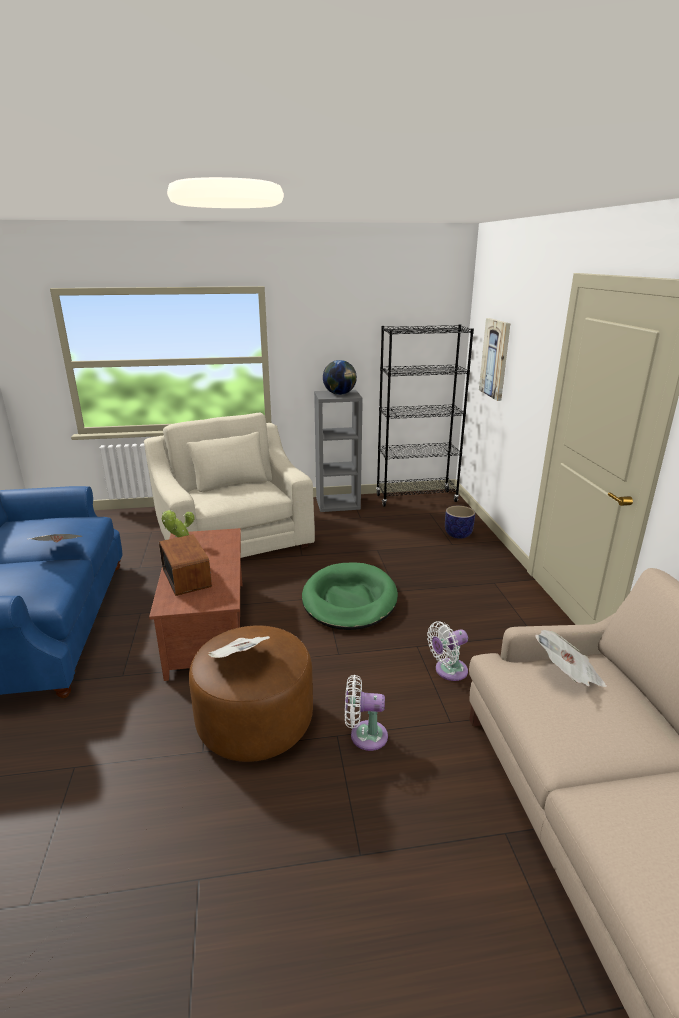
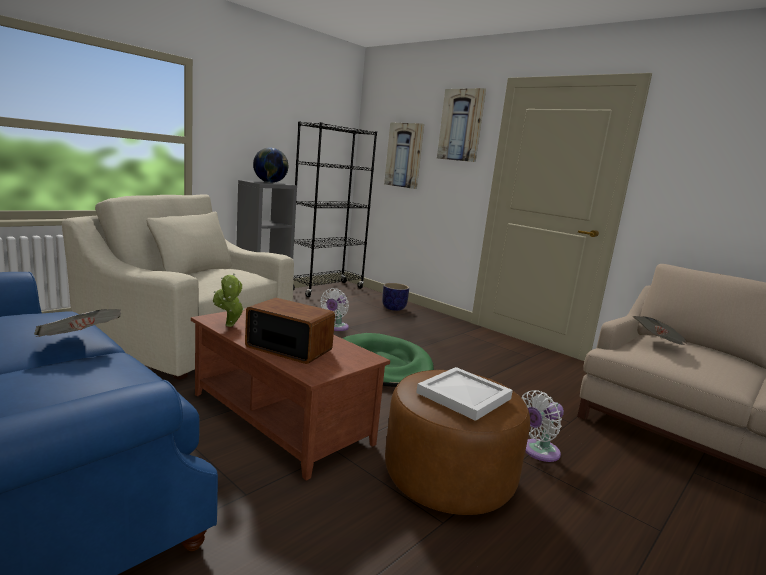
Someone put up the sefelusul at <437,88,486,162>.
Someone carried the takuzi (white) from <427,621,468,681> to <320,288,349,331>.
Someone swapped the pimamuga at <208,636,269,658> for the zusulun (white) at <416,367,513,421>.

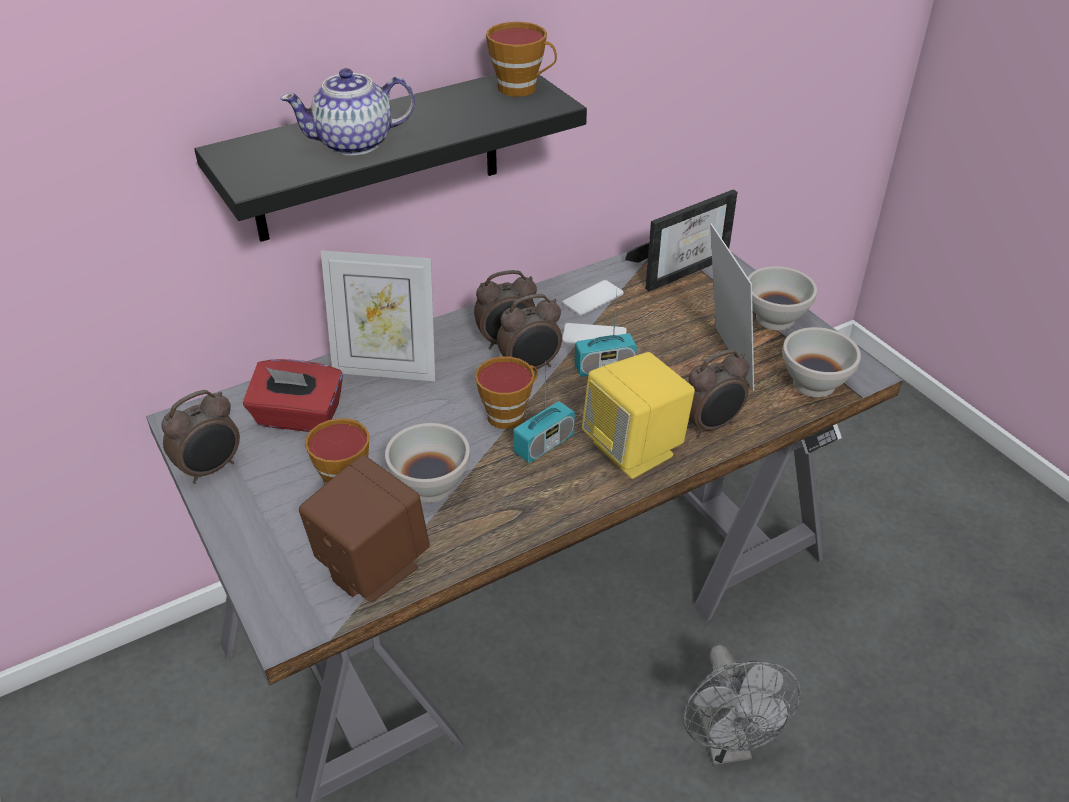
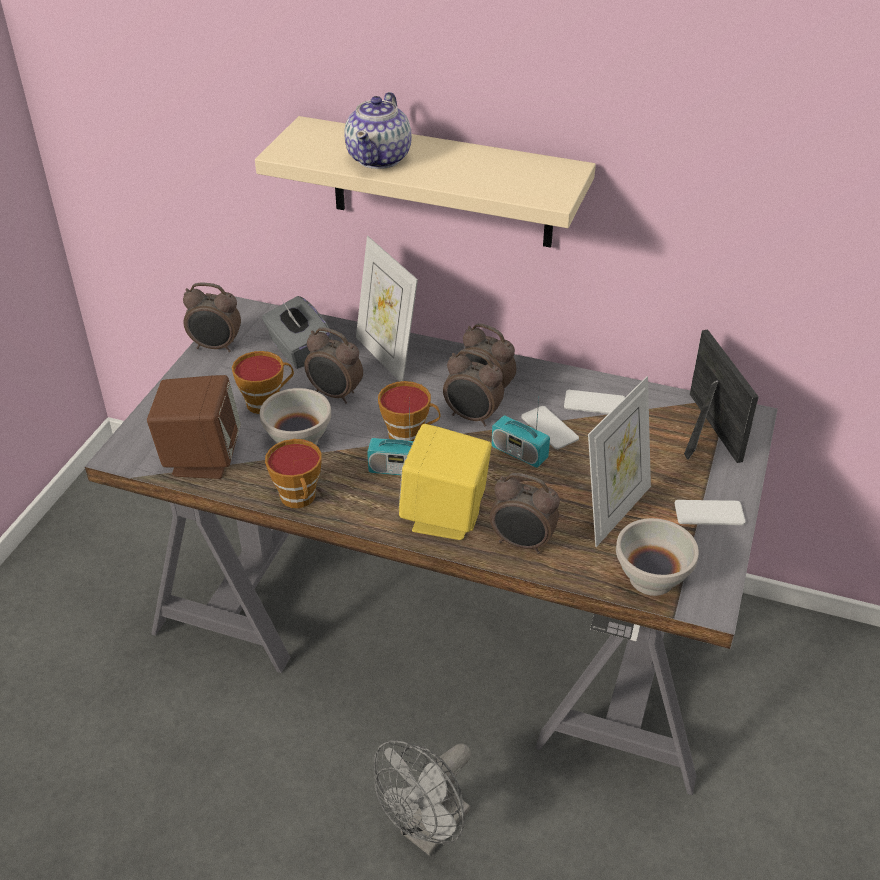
Someone put down the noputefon at <304,327,363,404>.
Someone carried the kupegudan from <486,22,557,97> to <265,439,322,508>.
Someone swapped the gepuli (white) at <748,266,817,330> for the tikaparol at <674,500,746,525>.
Someone repainted the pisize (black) at <194,74,587,242>, which became the pisize (beige) at <255,116,596,248>.
Someone repainted the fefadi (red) at <243,359,343,432>, which became the fefadi (grey) at <262,296,331,369>.
Someone rotated the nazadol at <280,68,415,156> by 105 degrees counterclockwise.
Someone rotated the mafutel at <625,189,738,292> by 120 degrees counterclockwise.

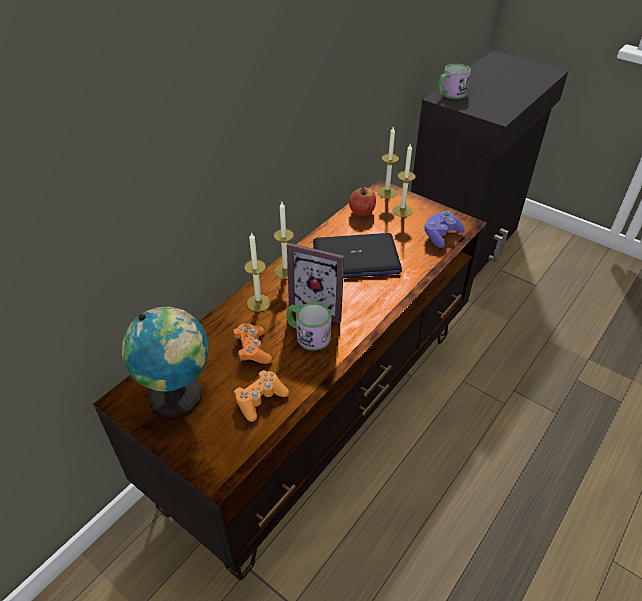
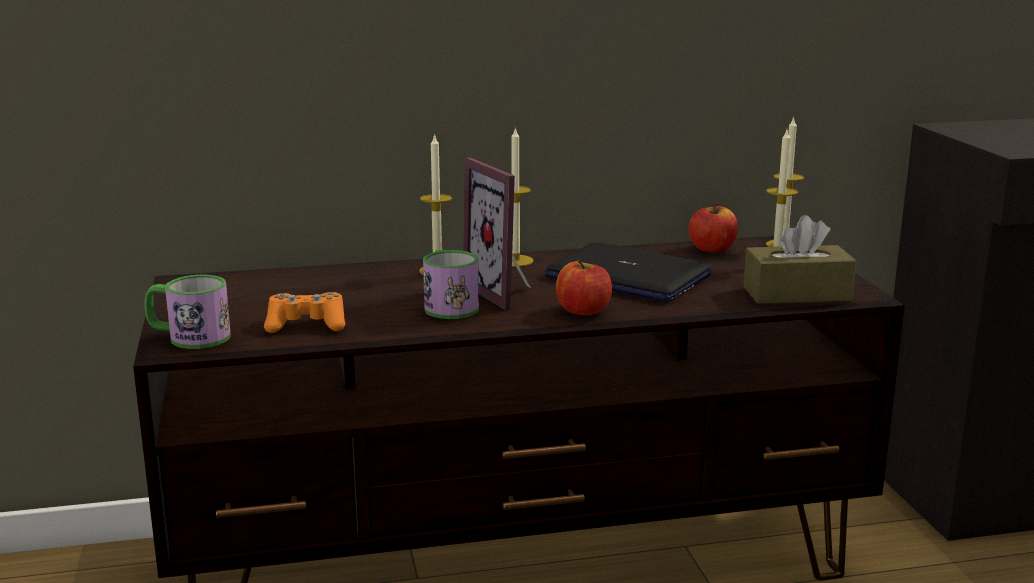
Someone took away the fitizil at <121,307,209,417>.
Someone took away the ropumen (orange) at <233,323,272,364>.
Someone put down the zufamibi at <556,260,612,315>.
Someone carried the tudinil from <437,64,471,99> to <145,275,231,349>.
Someone swapped the ropumen (purple) at <424,211,465,248> for the fefadi (brown) at <743,215,857,304>.

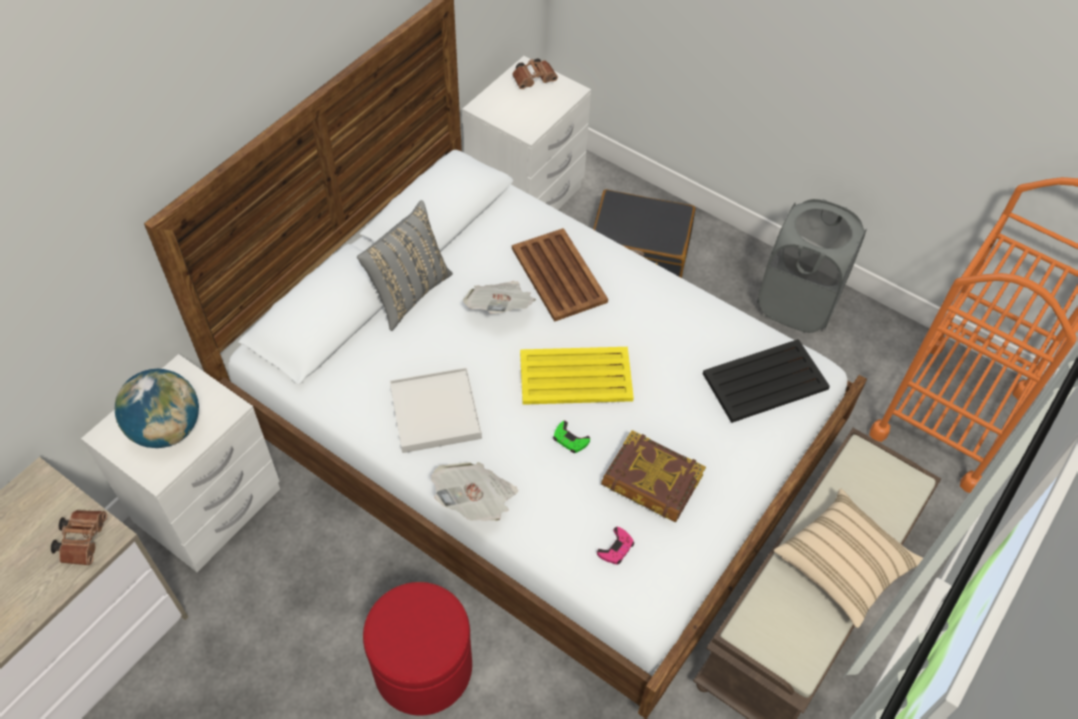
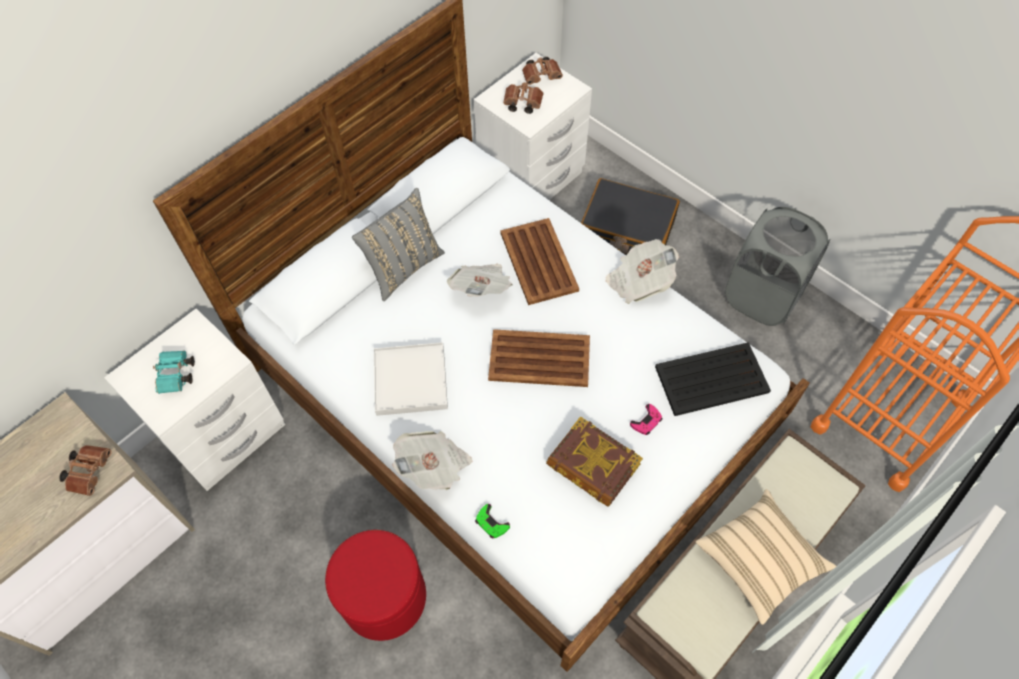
Someone put down the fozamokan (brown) at <503,82,543,114>.
Someone put down the pimamuga at <606,239,679,304>.
Someone carried the ropumen (green) from <553,421,590,453> to <475,504,510,538>.
Someone carried the ropumen (pink) from <597,527,634,564> to <630,404,662,435>.
Someone swapped the fitizil at <114,369,199,448> for the fozamokan (turquoise) at <153,351,195,394>.
Someone repainted the zusulun (yellow) at <520,347,634,405>, which became the zusulun (brown) at <488,329,590,387>.

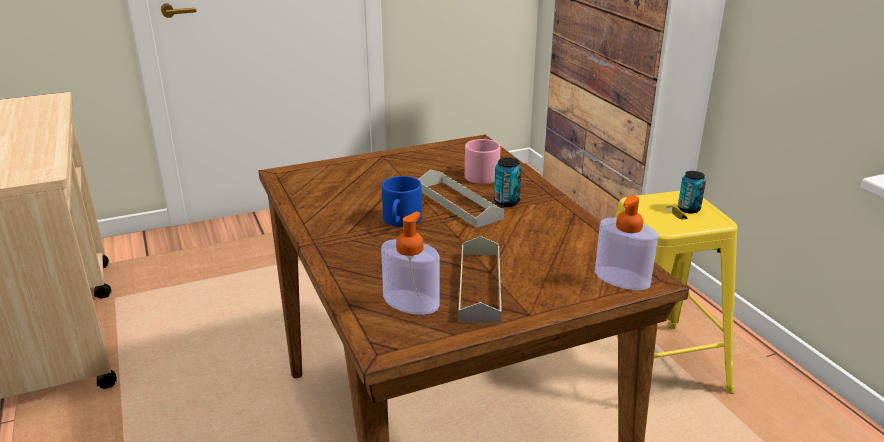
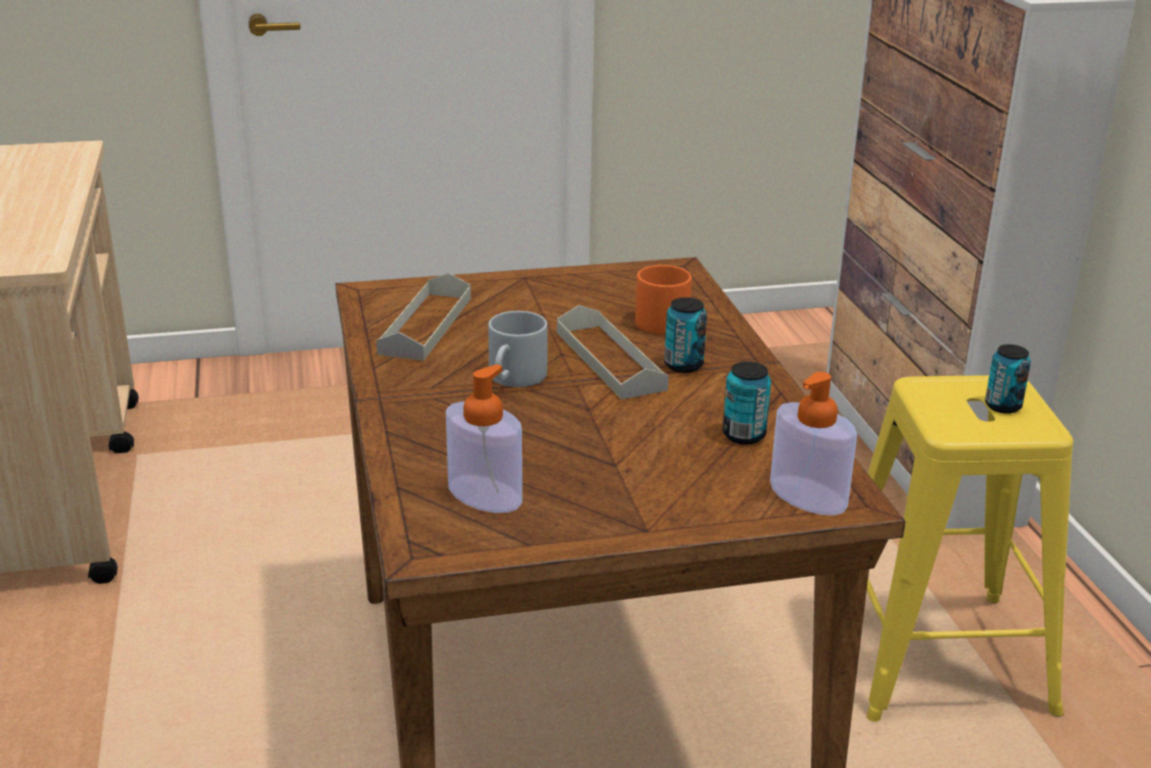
Someone put down the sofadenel at <723,361,771,444>.
Someone carried the zusulun (grey) from <458,236,502,324> to <376,273,471,361>.
Someone repainted the tudinil (blue) at <382,176,422,227>, which became the tudinil (grey) at <488,311,548,387>.
Someone repainted the tudinil (pink) at <465,139,500,184>, which became the tudinil (orange) at <635,265,692,335>.

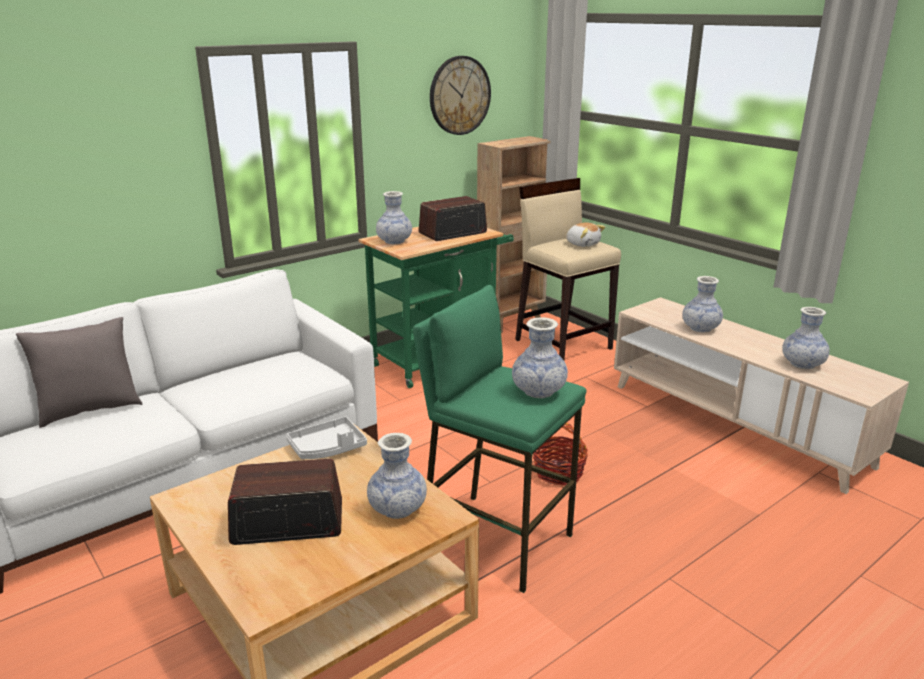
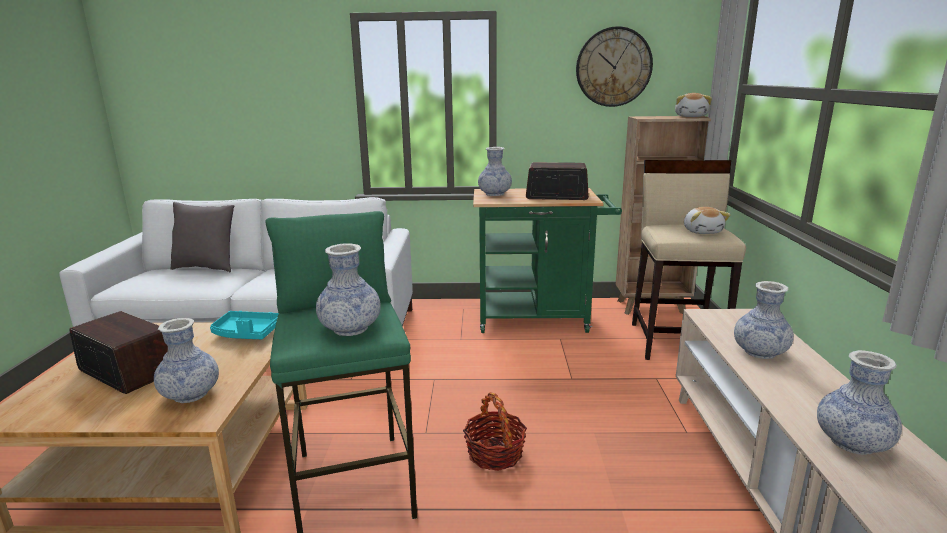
Someone put down the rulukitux at <675,93,712,117>.
Someone repainted the zusulun (grey) at <286,417,367,459>, which became the zusulun (turquoise) at <210,311,278,339>.

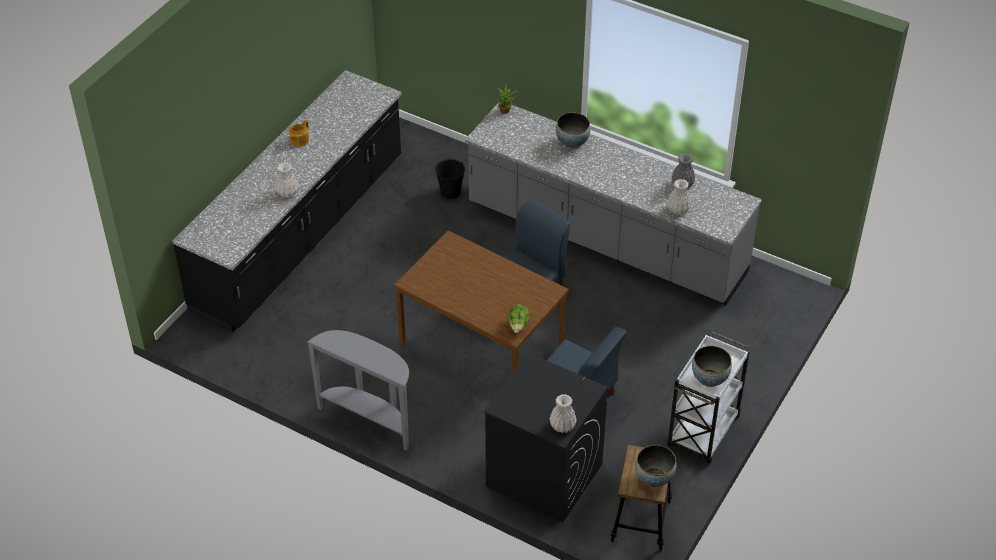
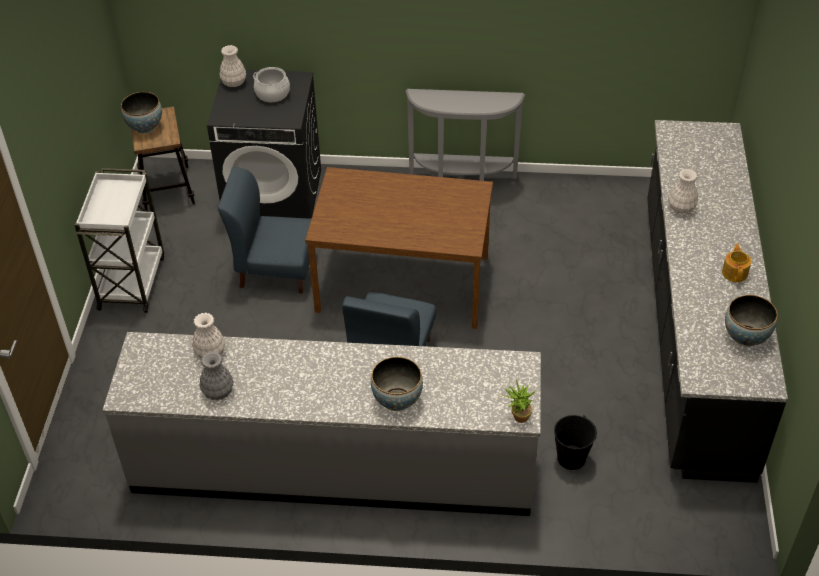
Someone took away the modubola at <508,304,529,333>.
Someone put down the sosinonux at <253,67,290,102>.
Someone carried the gepuli from <692,346,732,387> to <725,295,778,347>.

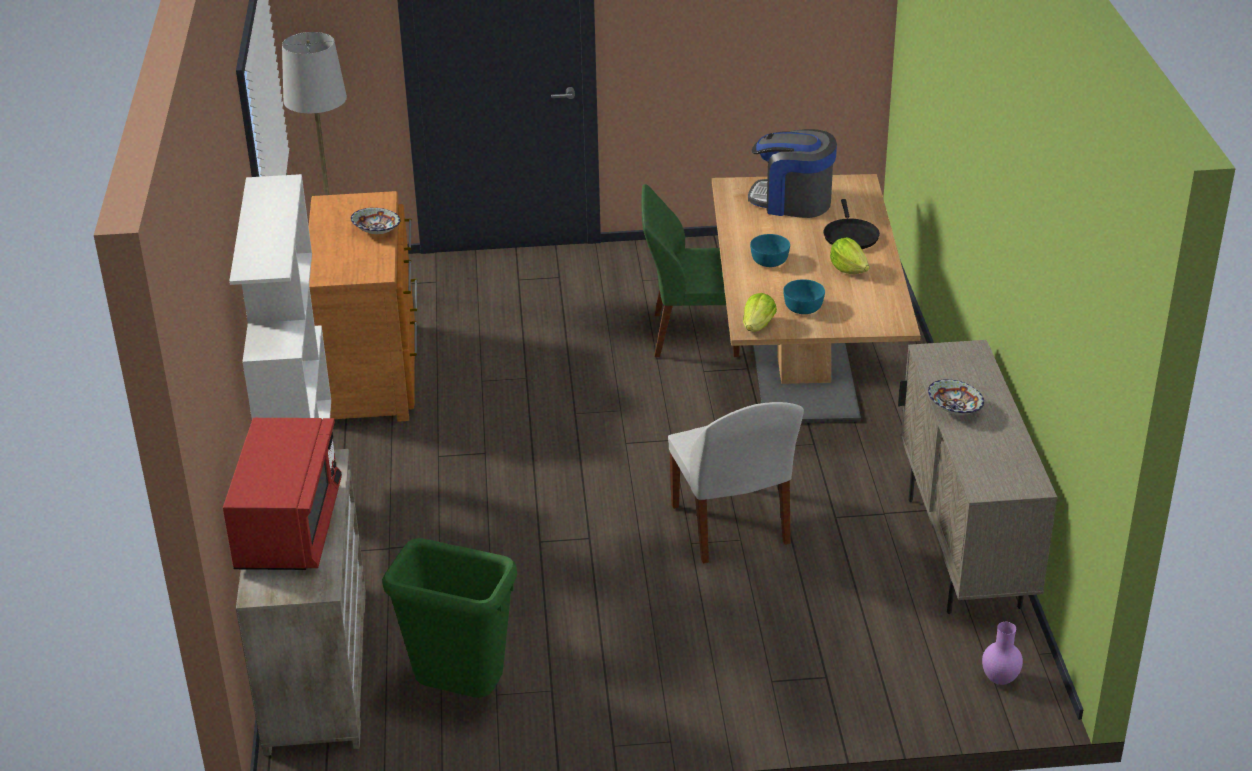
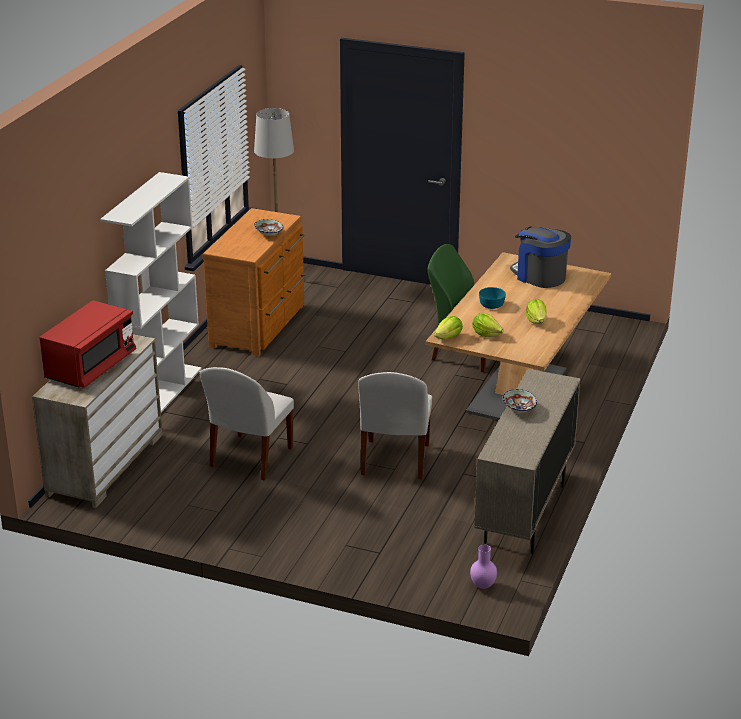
Someone took away the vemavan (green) at <382,538,517,698>.
Someone took away the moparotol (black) at <824,199,880,249>.
Someone put down the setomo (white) at <199,367,294,480>.
Someone swapped the gepuli (turquoise) at <783,279,825,314> for the modubola at <473,313,504,337>.

